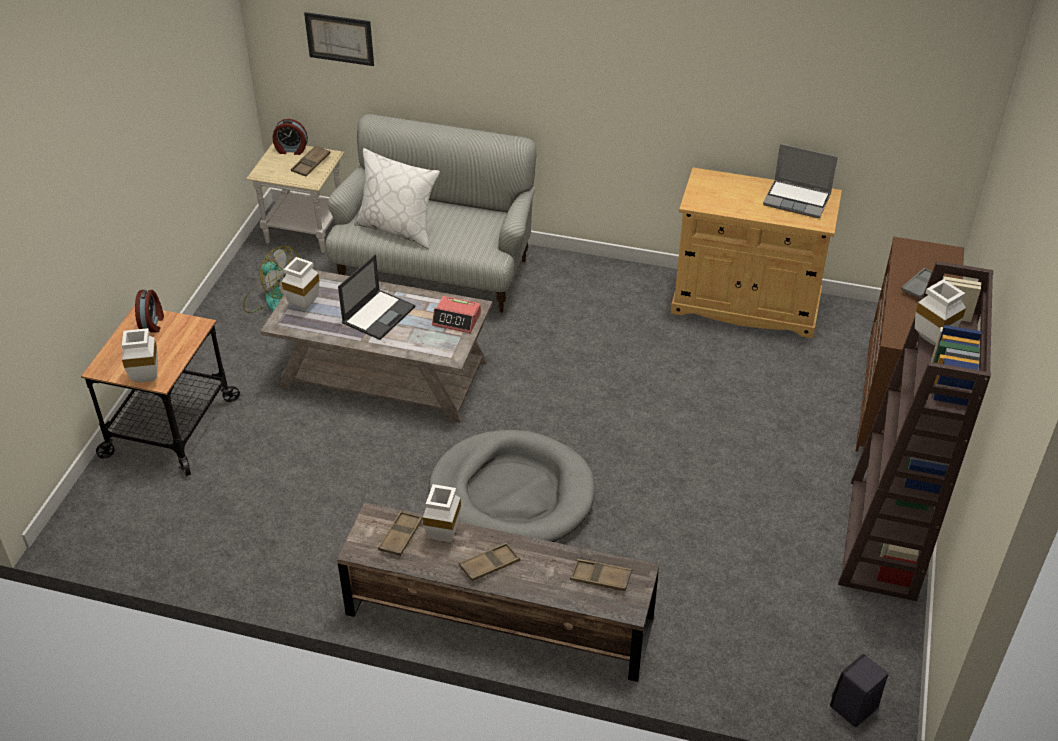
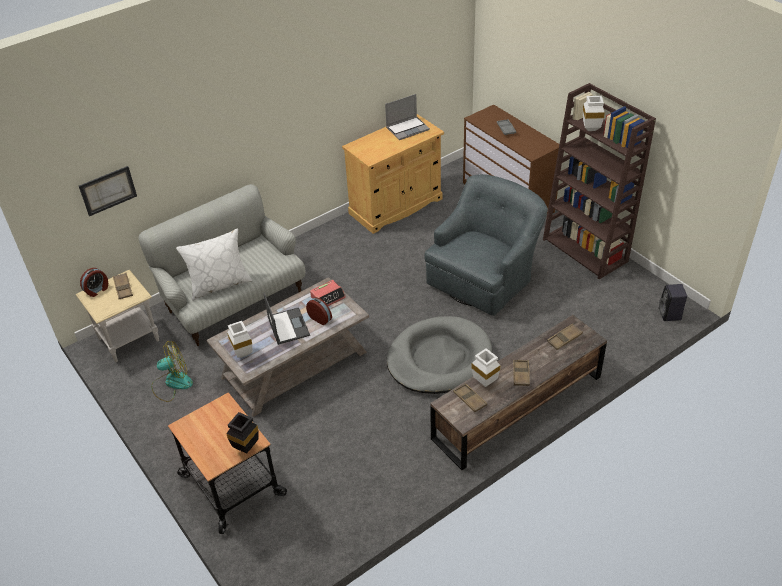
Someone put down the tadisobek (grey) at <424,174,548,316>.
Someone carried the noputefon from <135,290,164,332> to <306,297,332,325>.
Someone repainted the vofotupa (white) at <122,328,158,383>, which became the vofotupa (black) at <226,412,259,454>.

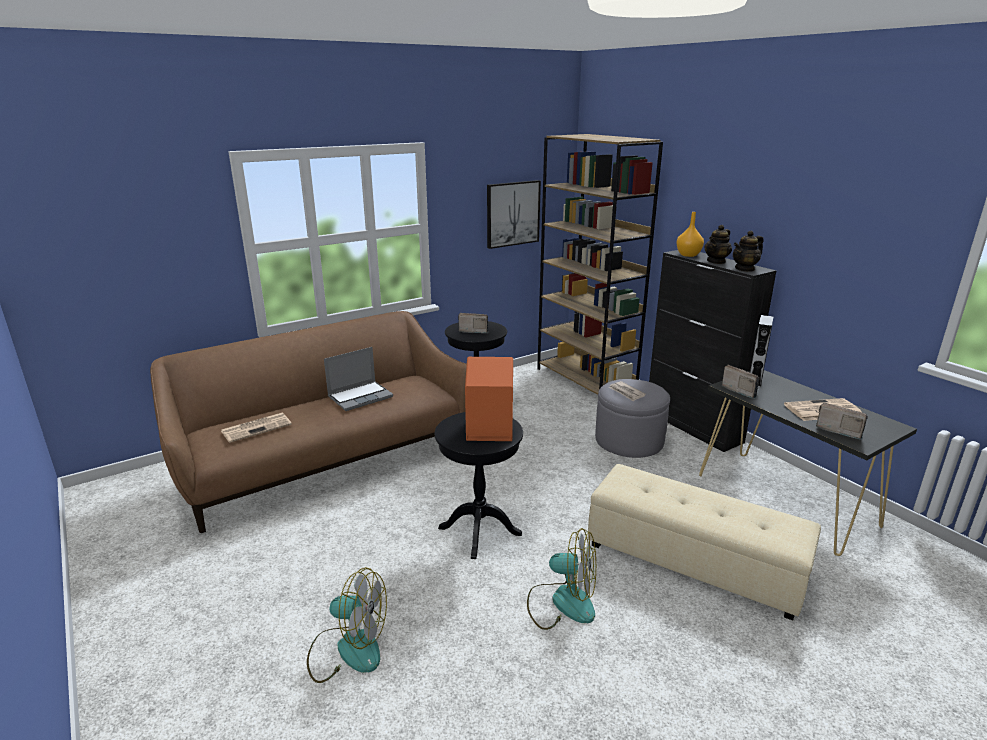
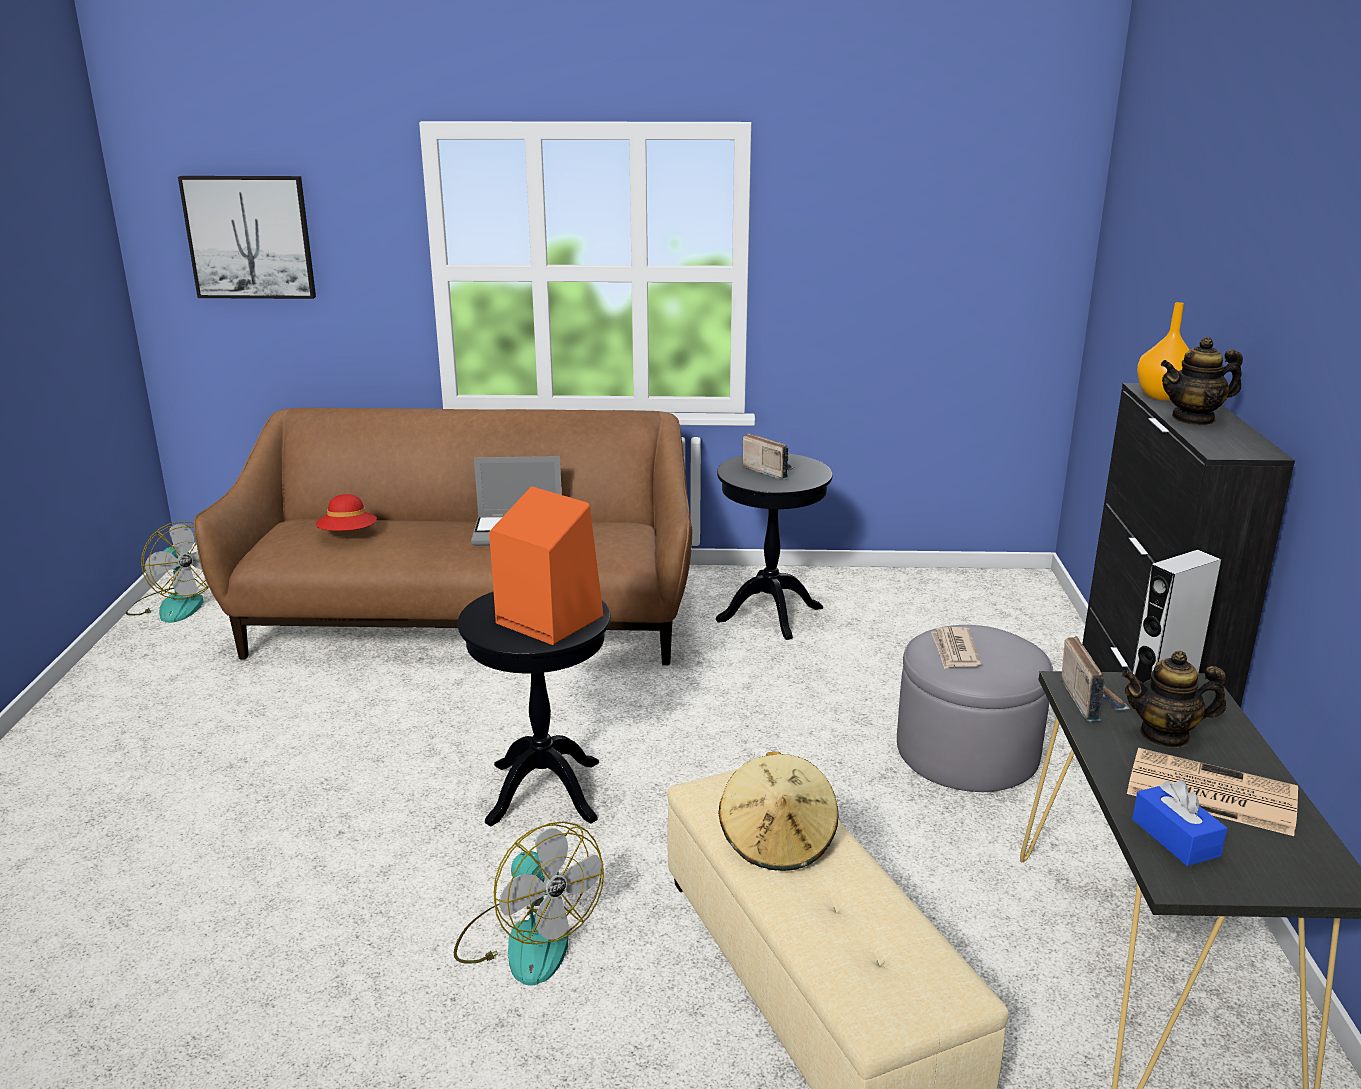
Someone took away the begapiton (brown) at <537,134,663,395>.
Someone put down the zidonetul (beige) at <718,752,838,871>.
Someone carried the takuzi from <307,567,387,683> to <126,521,209,623>.
Someone carried the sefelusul from <487,180,541,249> to <178,176,316,299>.
Someone carried the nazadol from <733,231,764,272> to <1122,651,1226,748>.
Someone swapped the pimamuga at <221,413,292,443> for the zidonetul (red) at <316,494,377,531>.
Someone swapped the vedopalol at <816,402,868,440> for the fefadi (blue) at <1132,780,1227,866>.

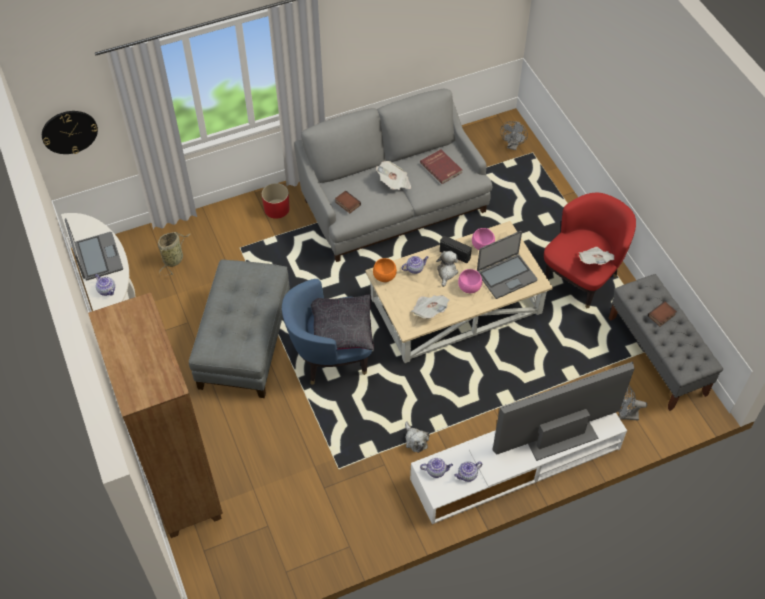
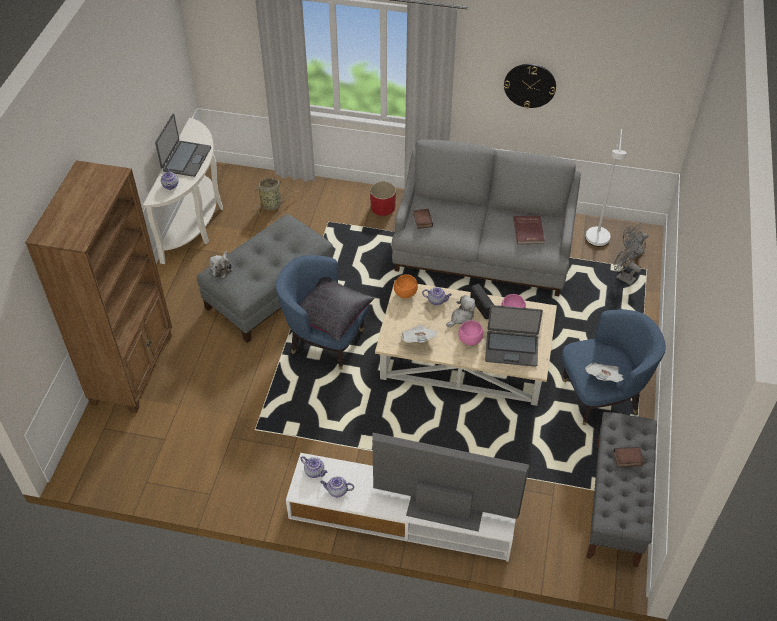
Someone took away the pimamuga at <376,161,412,190>.
Someone put down the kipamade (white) at <585,129,627,247>.
Someone carried the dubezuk from <42,111,98,154> to <504,64,556,108>.
Someone carried the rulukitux from <405,422,430,453> to <210,251,232,278>.
Someone carried the takuzi (grey) from <618,386,647,420> to <614,248,641,285>.
Someone repainted the tadisobek (red) at <544,192,636,309>, which became the tadisobek (blue) at <562,310,666,425>.

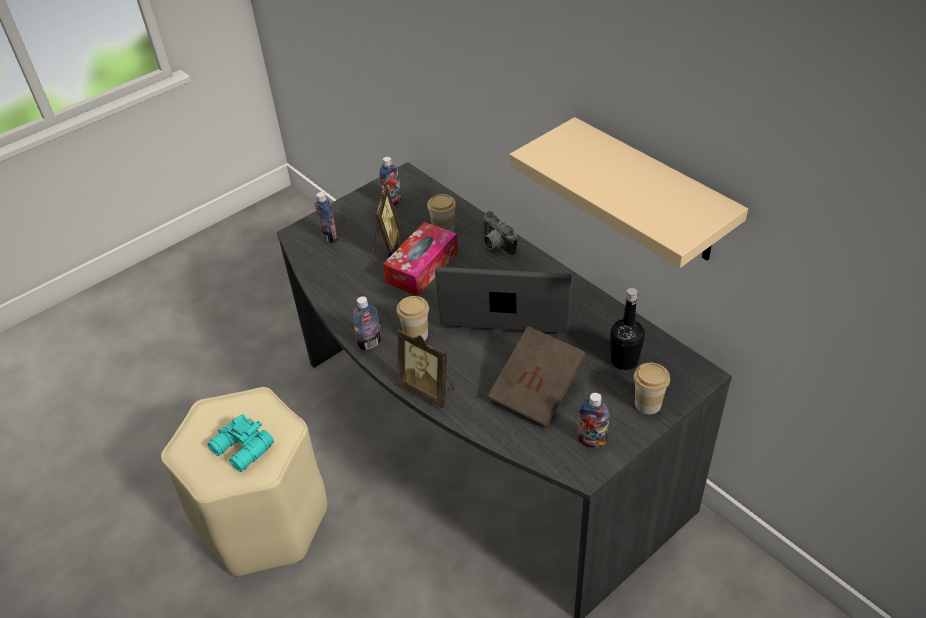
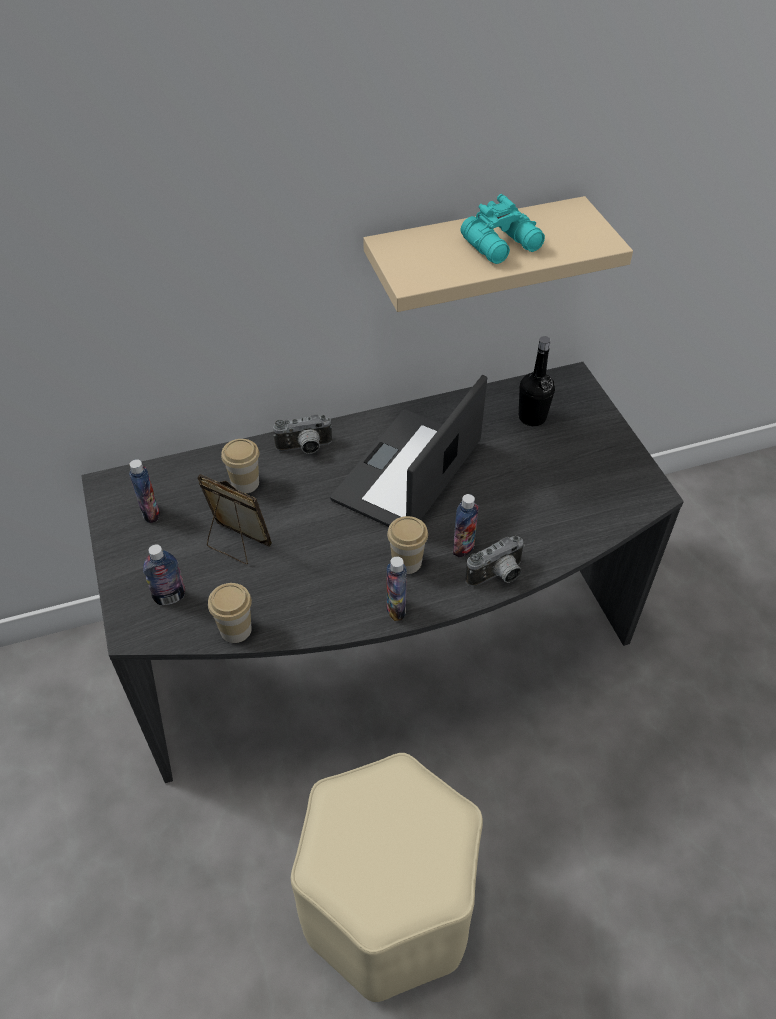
Someone took away the fefadi at <383,222,458,296>.
Someone took away the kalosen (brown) at <488,326,587,427>.
Someone carried the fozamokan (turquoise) from <208,414,274,472> to <461,194,545,264>.
Someone carried the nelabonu from <577,393,610,448> to <453,494,479,558>.
Someone carried the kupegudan from <634,363,670,414> to <208,583,252,643>.
Someone swapped the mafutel at <398,328,454,409> for the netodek at <465,536,525,587>.

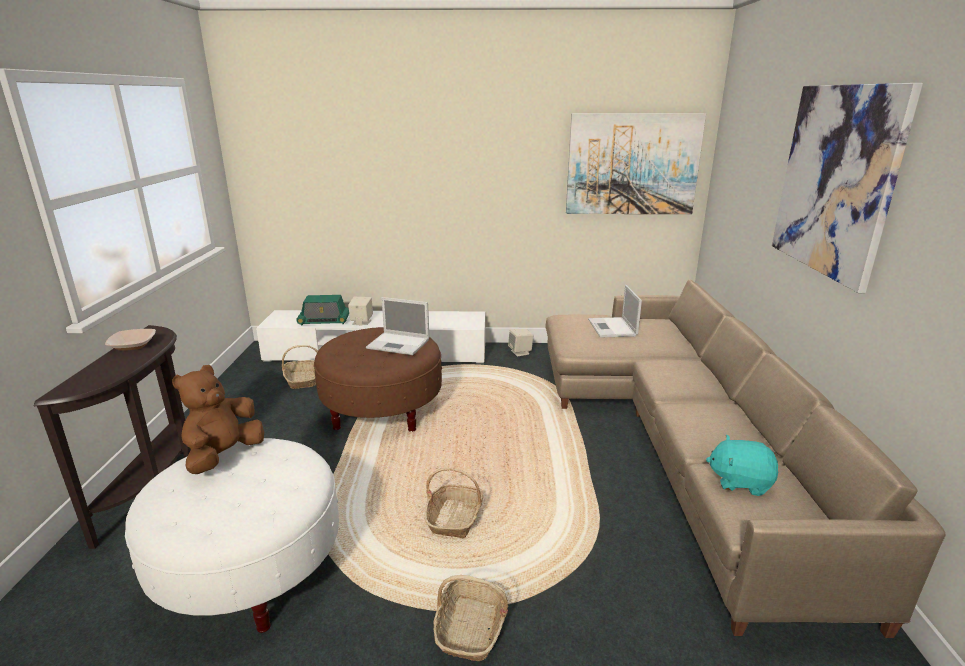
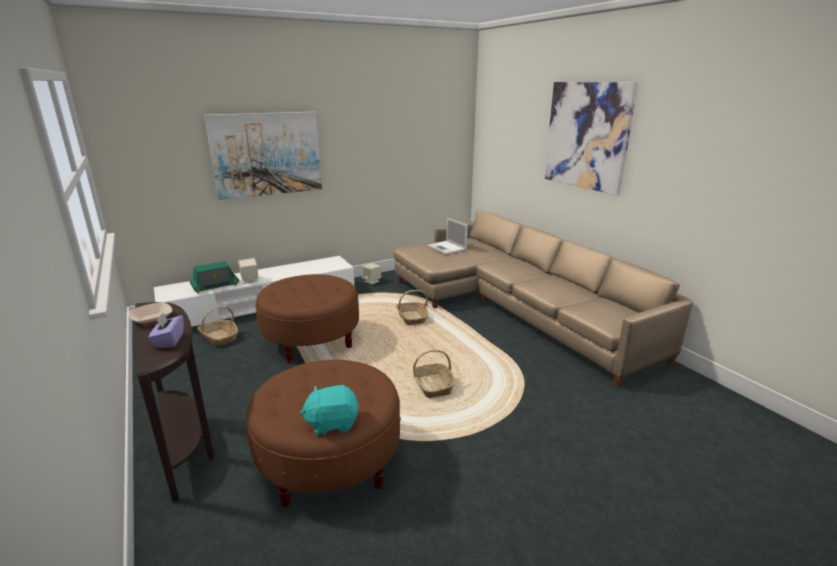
Someone took away the rulukitux (brown) at <172,365,264,474>.
Someone took away the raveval at <366,297,429,355>.
Someone put down the fefadi (purple) at <149,313,184,348>.
Someone carried the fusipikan from <433,575,508,661> to <396,290,428,325>.
Someone carried the sefelusul from <566,113,706,214> to <204,112,322,200>.
Someone carried the rulukitux (turquoise) from <706,435,778,496> to <300,385,359,436>.
Someone repainted the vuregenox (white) at <125,438,339,633>, which became the vuregenox (brown) at <246,359,401,507>.

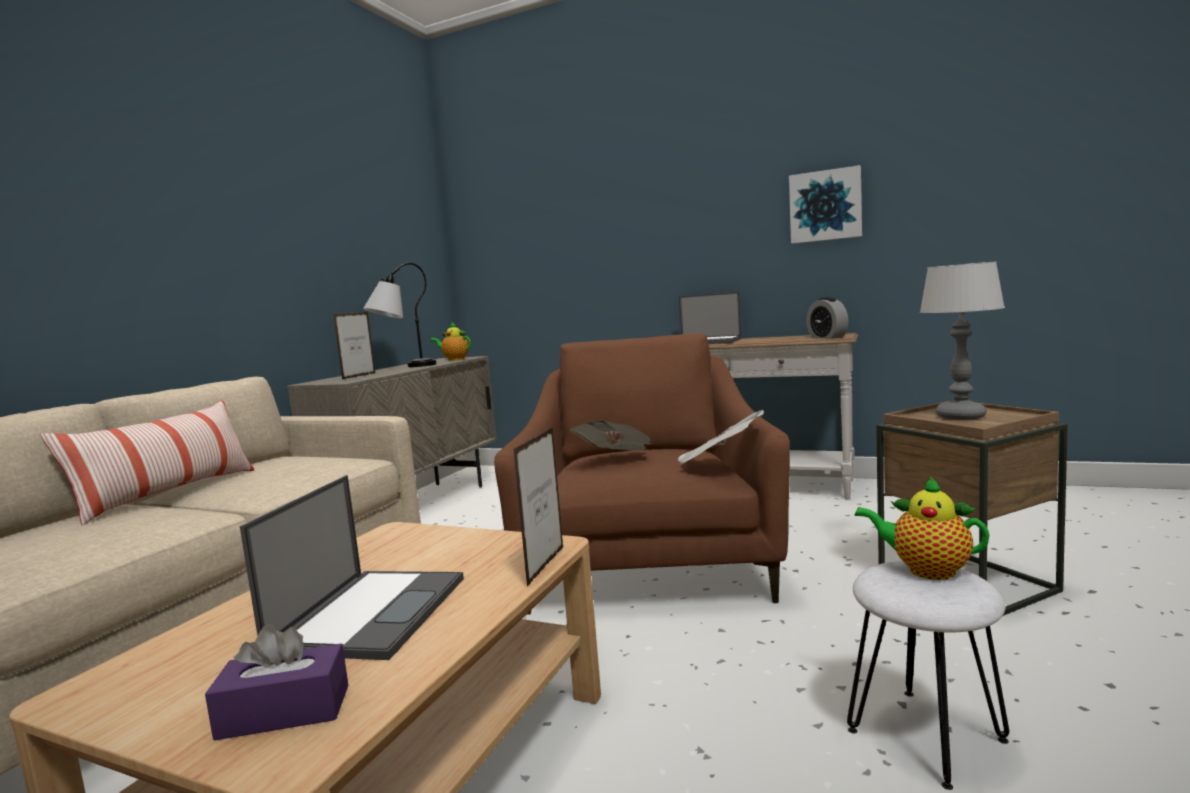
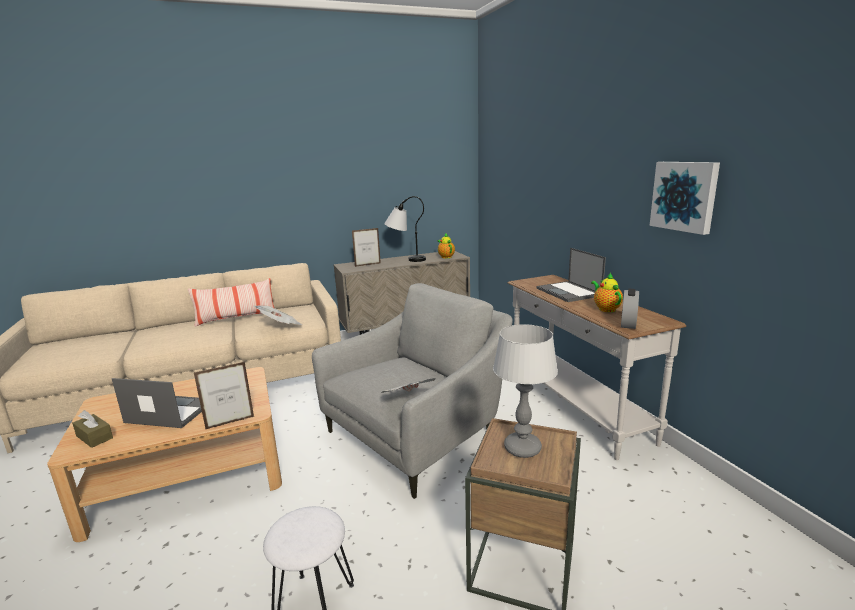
Someone carried the pimamuga from <570,421,652,450> to <254,305,303,325>.
Someone carried the nazadol from <855,476,989,580> to <591,273,623,312>.
Someone repainted the fefadi (purple) at <205,624,348,740>, which became the fefadi (brown) at <72,410,113,448>.
Someone repainted the tadisobek (brown) at <494,333,790,614>, which became the tadisobek (grey) at <312,283,513,499>.
Someone rotated the raveval at <240,475,464,660> by 135 degrees counterclockwise.

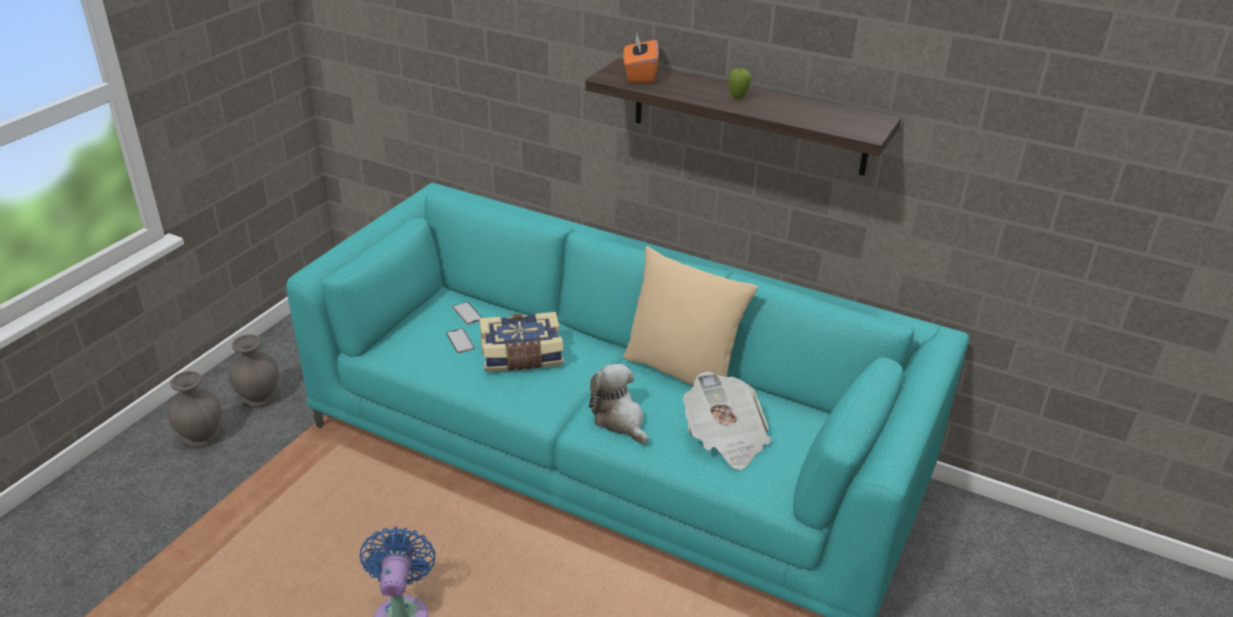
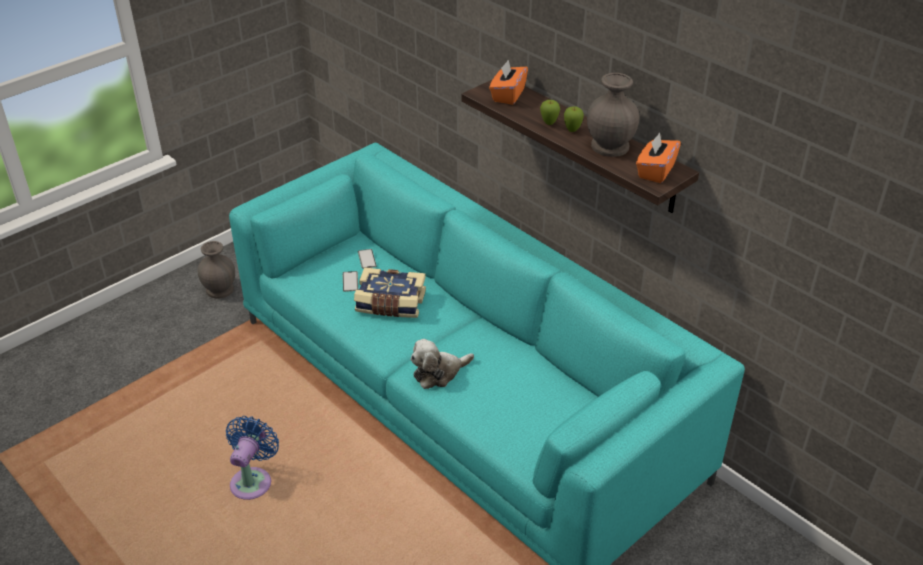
Someone took away the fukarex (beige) at <623,246,758,386>.
Someone took away the pimamuga at <683,371,772,470>.
Someone put down the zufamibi at <540,100,560,125>.
Someone put down the fefadi (orange) at <636,133,681,183>.
Someone carried the vofotupa (grey) from <168,371,222,448> to <587,73,640,157>.
Someone rotated the rulukitux at <589,364,648,444> by 105 degrees counterclockwise.

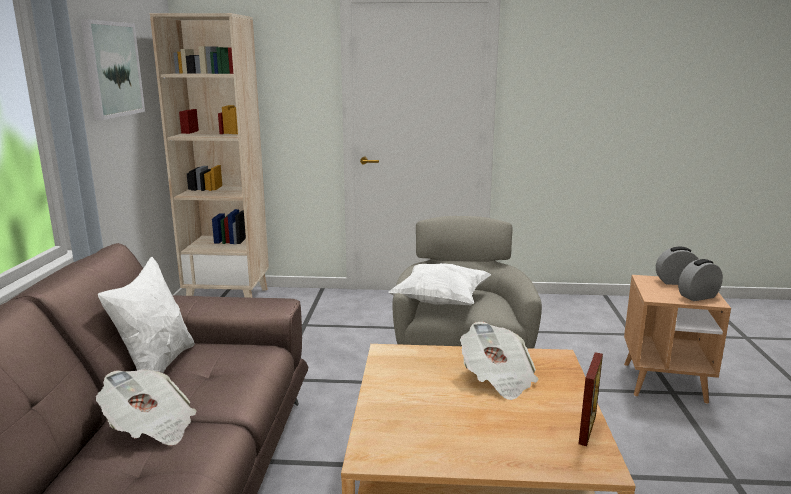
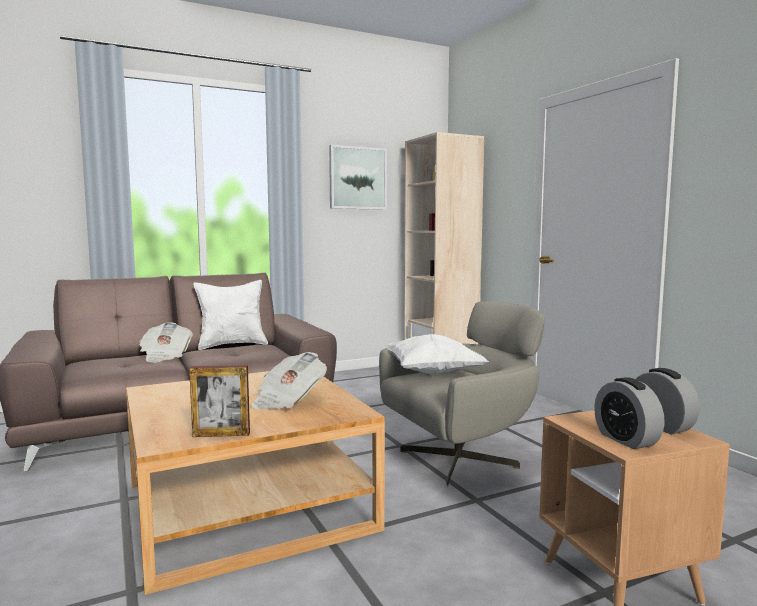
Someone rotated the noputefon at <678,259,723,301> by 150 degrees counterclockwise.

